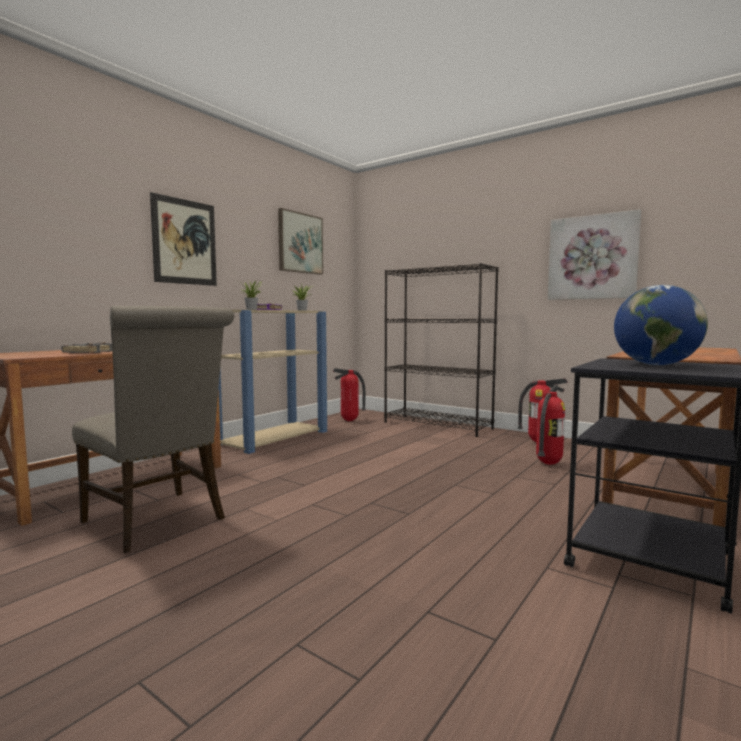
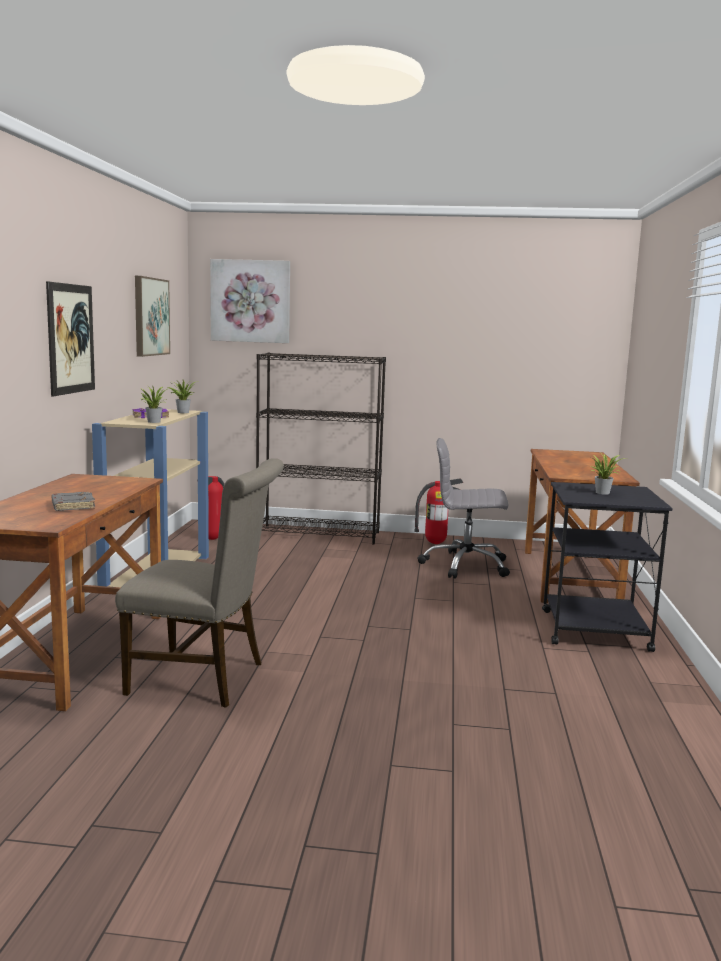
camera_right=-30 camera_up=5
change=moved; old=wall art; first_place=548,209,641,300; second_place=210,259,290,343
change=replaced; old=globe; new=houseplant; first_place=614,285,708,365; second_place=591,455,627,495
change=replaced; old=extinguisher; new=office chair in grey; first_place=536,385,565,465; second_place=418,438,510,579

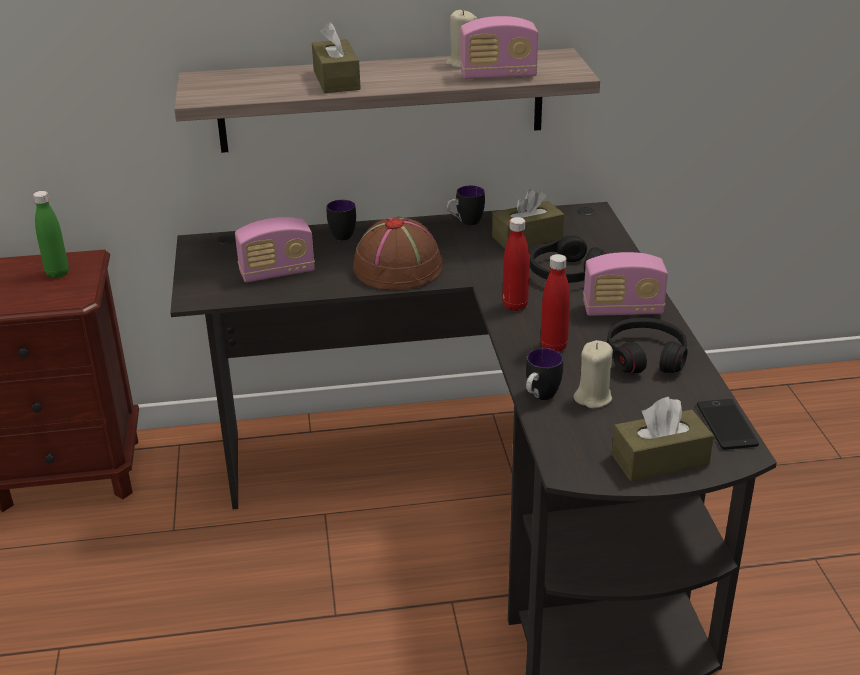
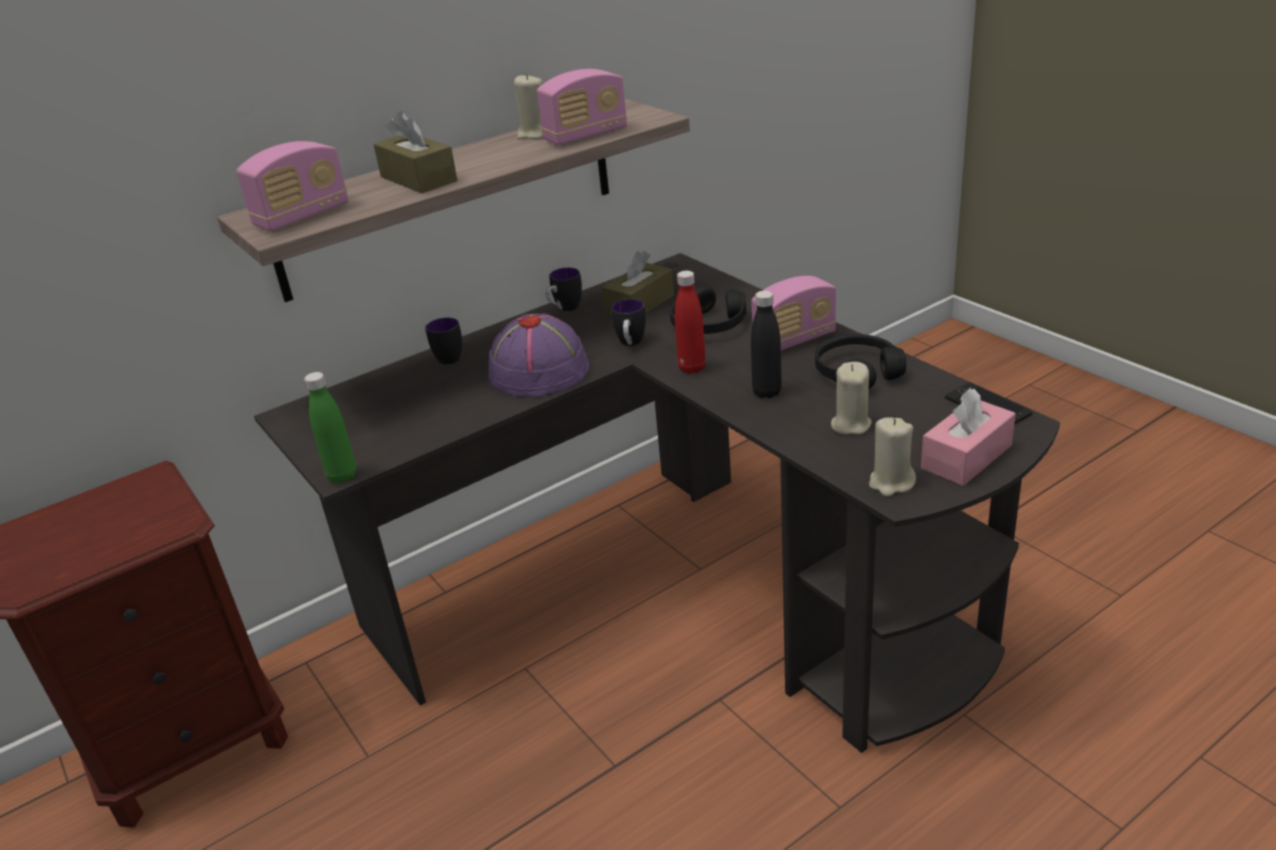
camera_right=-25 camera_up=0
change=moved; old=drink bottle in greenish; first_place=33,191,69,278; second_place=304,372,356,483
change=recoloured; old=hat in brown; new=hat in purple; first_place=353,216,443,290; second_place=488,314,589,397
change=moved; old=radio receiver; first_place=235,217,315,282; second_place=236,141,349,231
change=recoloured; old=drink bottle in red; new=drink bottle in blackish; first_place=540,254,570,352; second_place=751,290,782,398
change=moved; old=tea mug; first_place=526,348,563,400; second_place=611,299,646,346
change=recoloured; old=box of tissues in brown; new=box of tissues in pinkish; first_place=612,397,714,481; second_place=921,388,1016,486
change=added; new=wax candle in sand-coloured; second_place=869,417,916,497

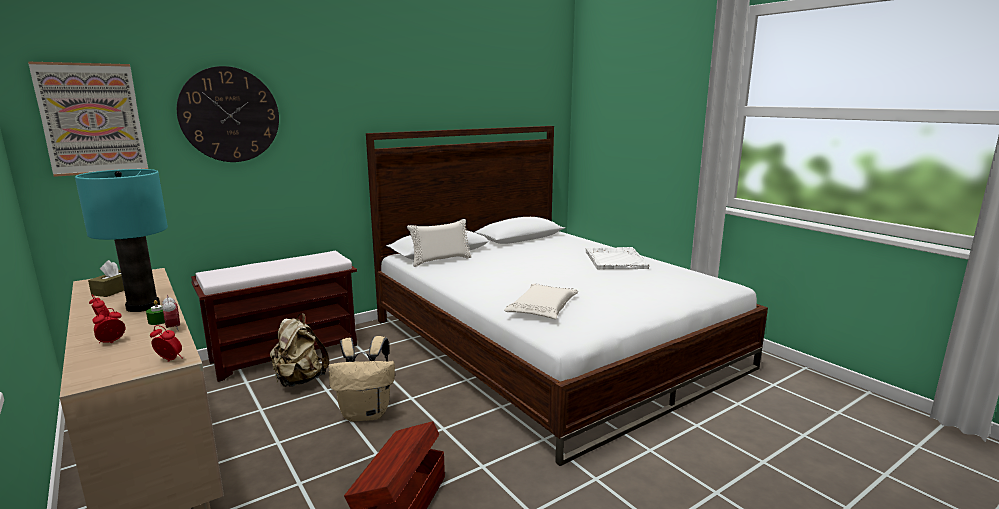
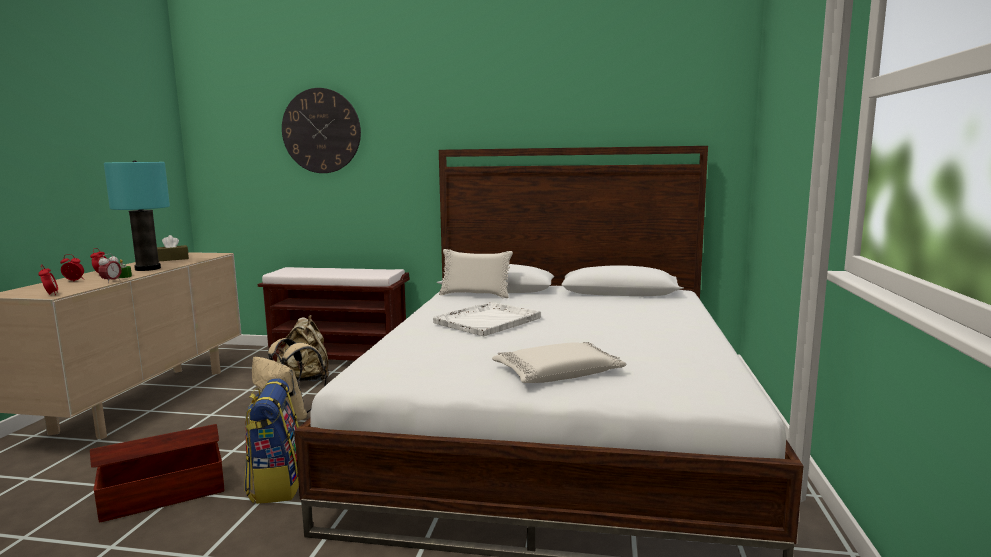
camera_right=45 camera_up=-5
change=removed; old=wall art; first_place=28,62,148,177
change=moved; old=serving tray in whitish; first_place=586,247,649,269; second_place=433,302,541,336
change=moved; old=cushion in whitish; first_place=504,283,578,319; second_place=492,342,627,383
change=added; new=knapsack; second_place=244,378,299,504

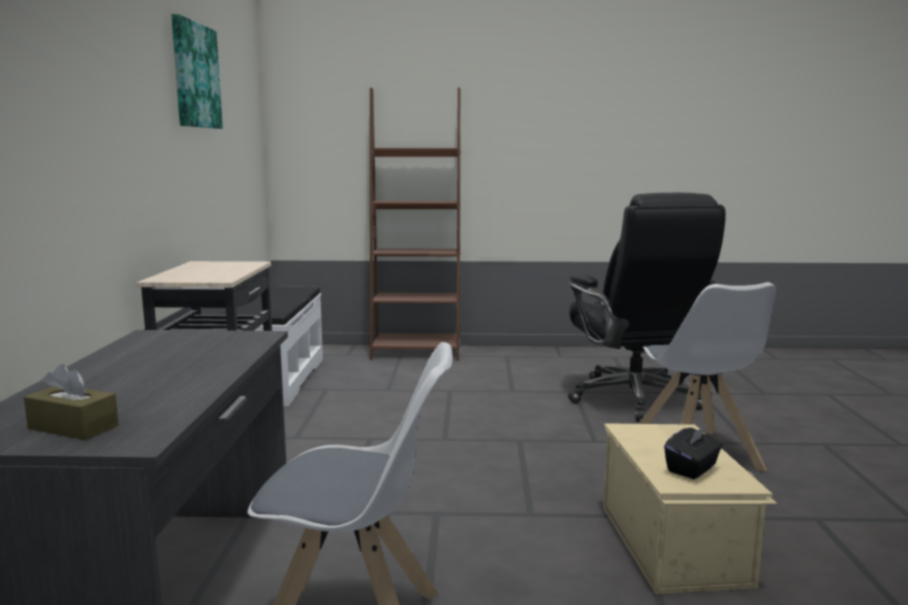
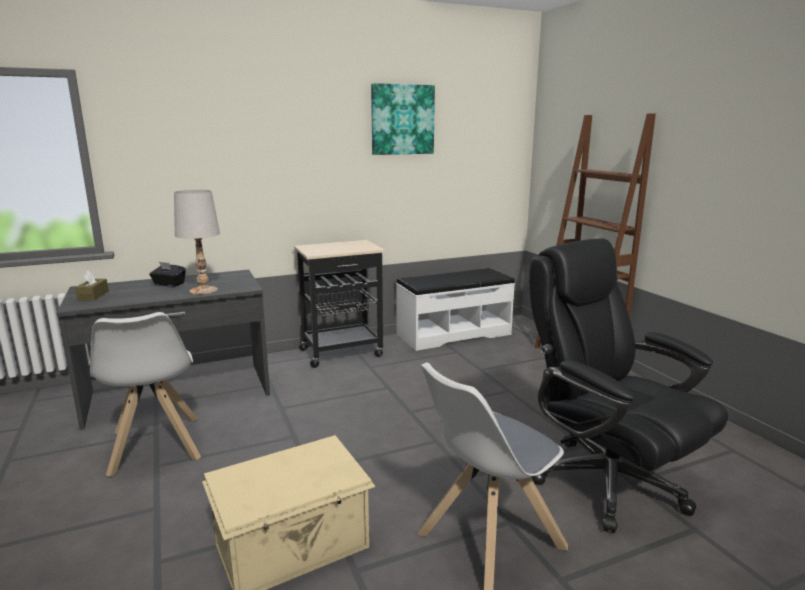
camera_right=65 camera_up=5
change=turned; old=office chair in blackish; first_place=568,193,726,422; second_place=529,239,728,533; degrees=90
change=moved; old=box of tissues in blackish; first_place=664,425,723,479; second_place=149,262,186,287
change=added; new=tabletop lamp in whitish; second_place=174,190,220,295

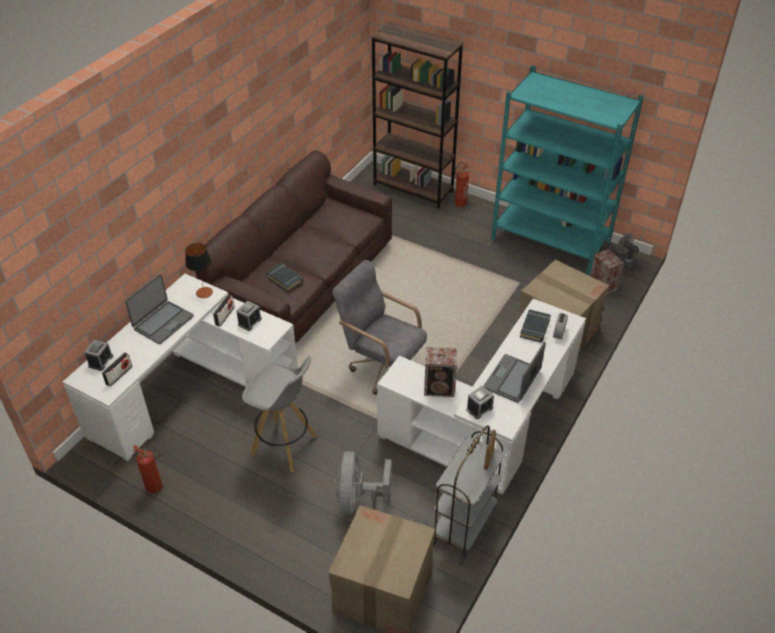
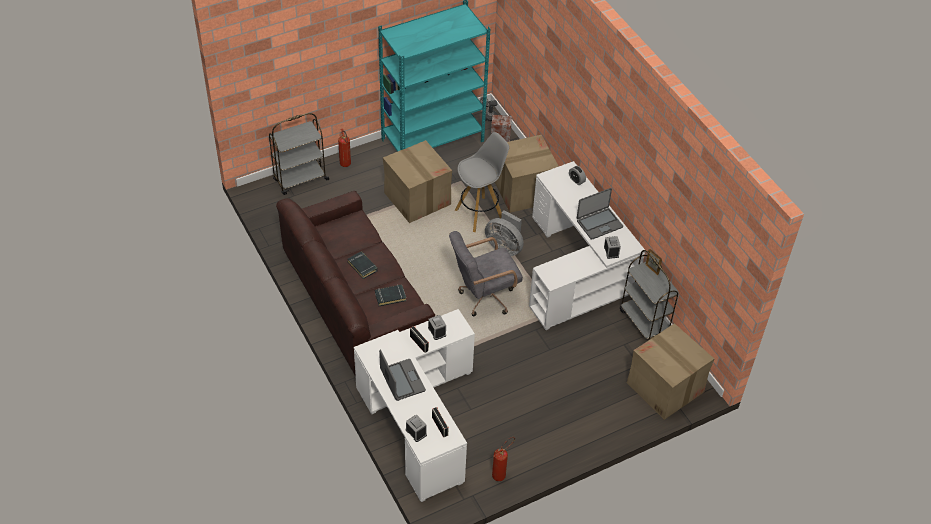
camera_right=-60 camera_up=5
change=replaced; old=bookcase in brown; new=cart in grey; first_place=371,22,464,208; second_place=269,113,329,195
change=removed; old=tabletop lamp; first_place=185,243,213,298
change=moved; old=book in blackish; first_place=520,309,551,343; second_place=347,251,378,279
change=turned; old=portable computer; first_place=483,341,546,403; second_place=577,188,623,240; degrees=-90
change=removed; old=loudspeaker; first_place=424,347,457,397
change=moved; old=stool in grey; first_place=242,356,317,472; second_place=455,132,509,232
change=moved; old=cooling fan in grey; first_place=335,451,391,515; second_place=485,210,524,256
change=added; new=carton; second_place=383,140,452,223

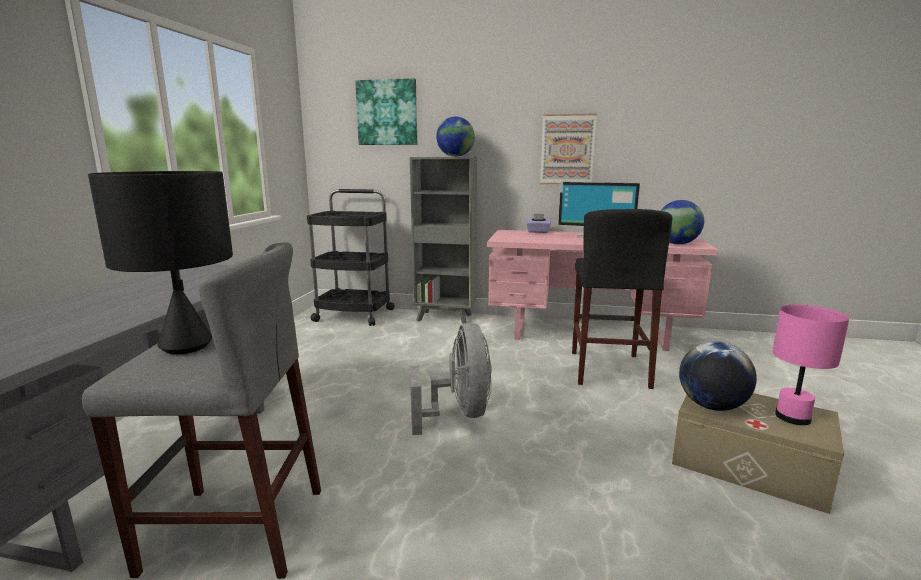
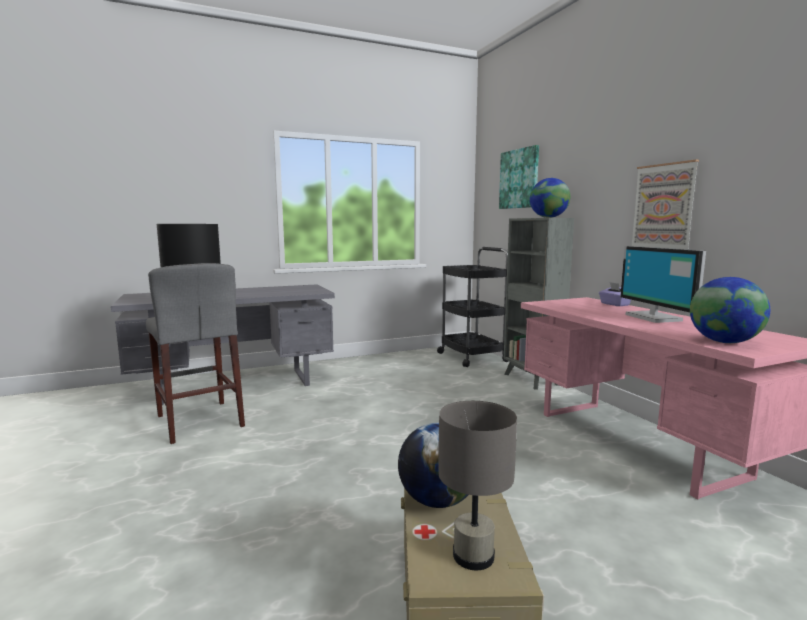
camera_right=55 camera_up=-5
change=removed; old=stool in blackish; first_place=572,209,673,389
change=recoloured; old=tabletop lamp in pinkish; new=tabletop lamp in grey; first_place=773,305,849,425; second_place=438,401,517,570
change=removed; old=cooling fan in grey; first_place=410,323,492,435

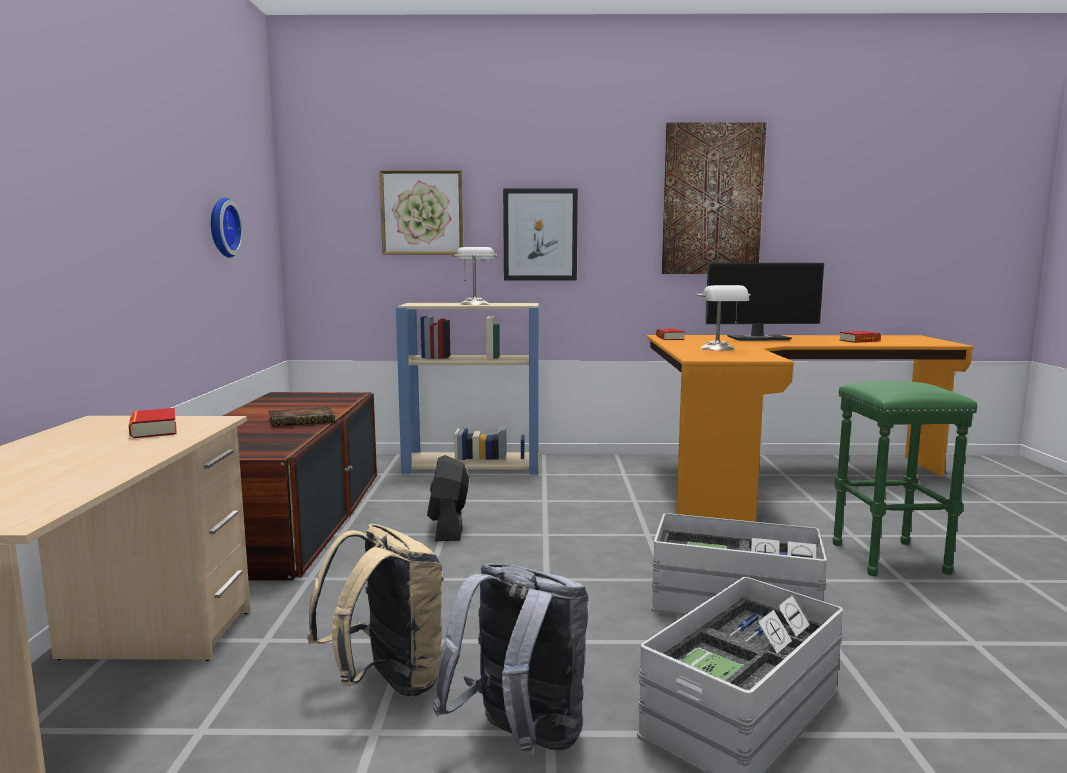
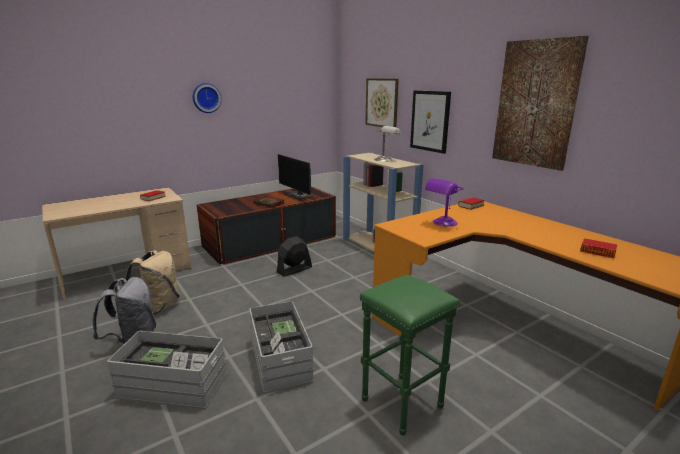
camera_right=55 camera_up=10
change=moved; old=clock on the wall; first_place=211,197,244,258; second_place=193,83,221,113
change=moved; old=computer display; first_place=706,263,824,341; second_place=278,154,313,200
change=recoloured; old=tabletop lamp in whitish; new=tabletop lamp in purple; first_place=696,285,751,351; second_place=425,178,464,227

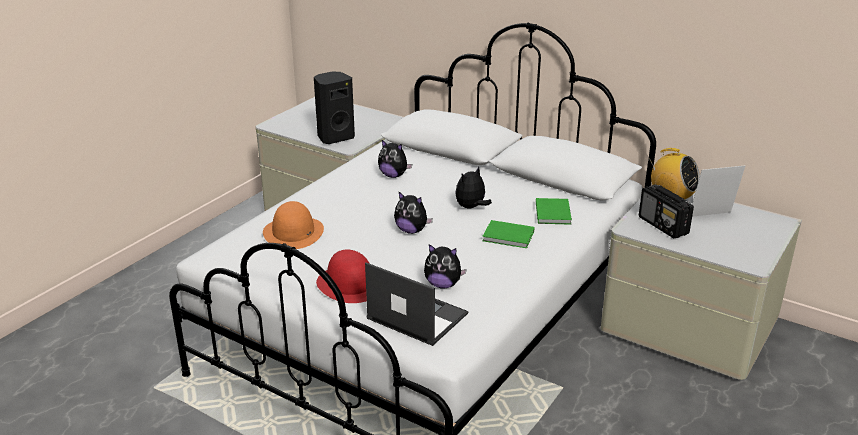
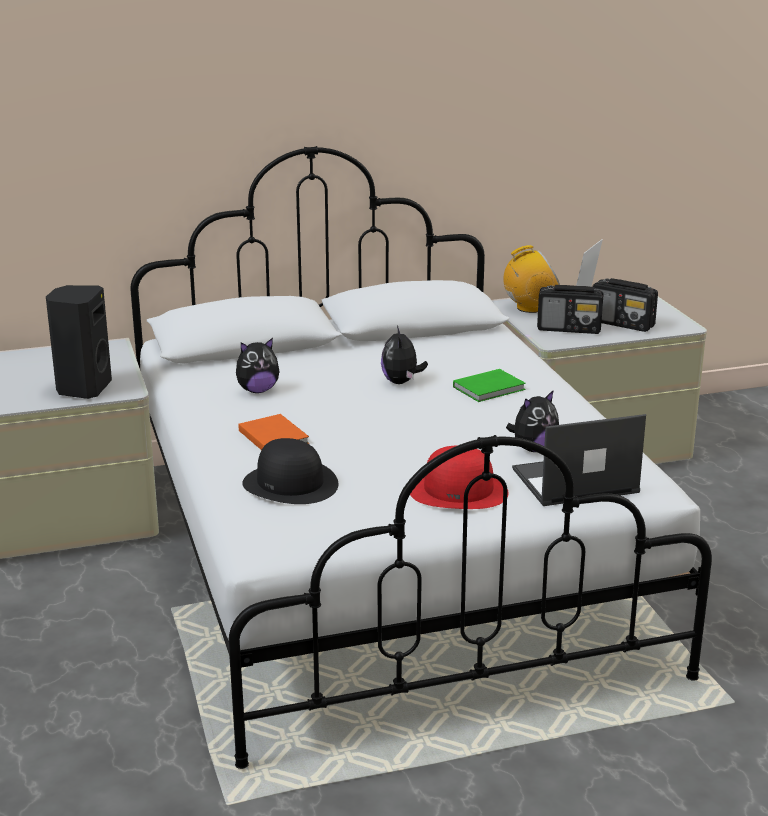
camera_right=-50 camera_up=-5
change=removed; old=cuddly toy; first_place=394,192,433,234
change=removed; old=book in greenish; first_place=536,198,572,225
change=recoloured; old=hat in orange; new=hat in blackish; first_place=263,201,324,249; second_place=242,438,338,504
change=added; new=radio receiver; second_place=592,278,658,332
change=added; new=book in orange; second_place=239,414,309,450

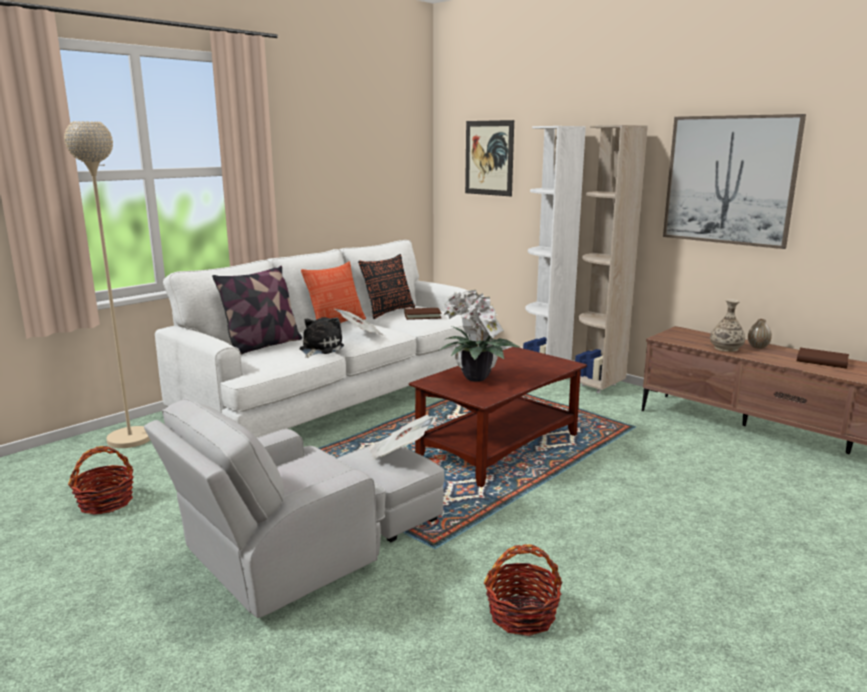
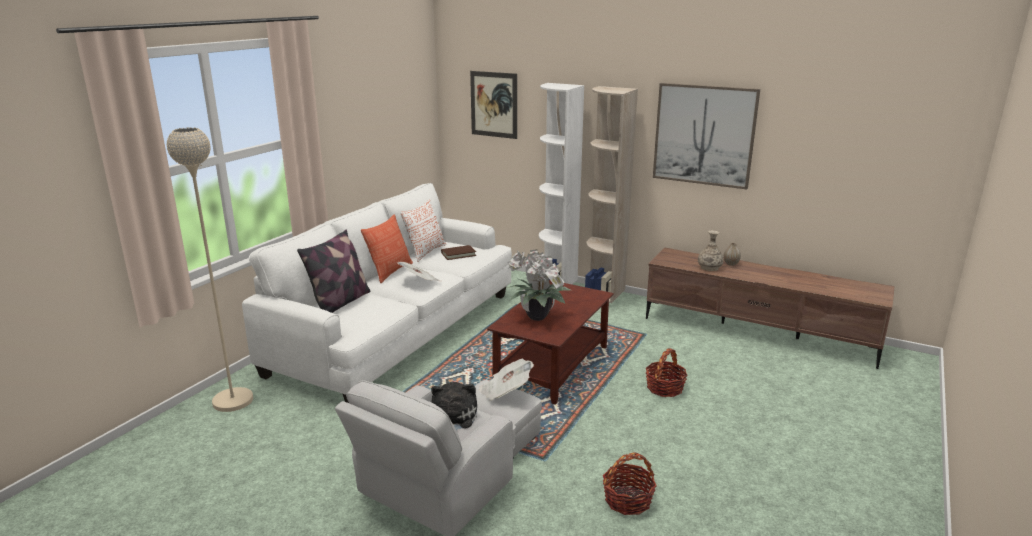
camera_right=-15 camera_up=5
change=recoloured; old=cushion in blackish; new=cushion in whitish; first_place=358,254,415,319; second_place=400,199,446,262
change=moved; old=cuddly toy; first_place=299,317,344,358; second_place=431,382,477,431
change=removed; old=book in brown; first_place=797,348,849,369
change=moved; old=storage basket; first_place=68,446,134,515; second_place=646,348,688,397

